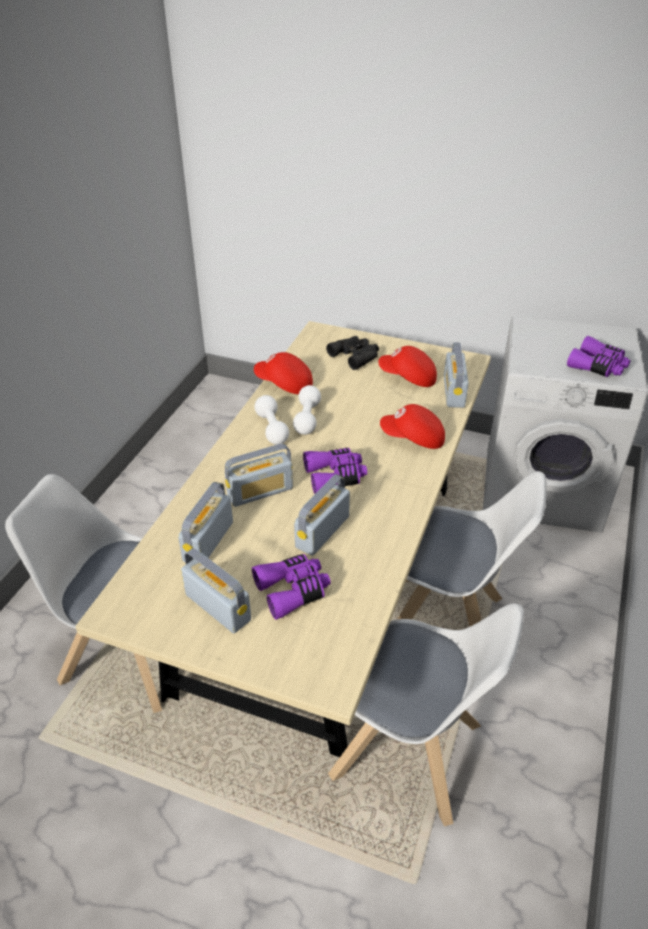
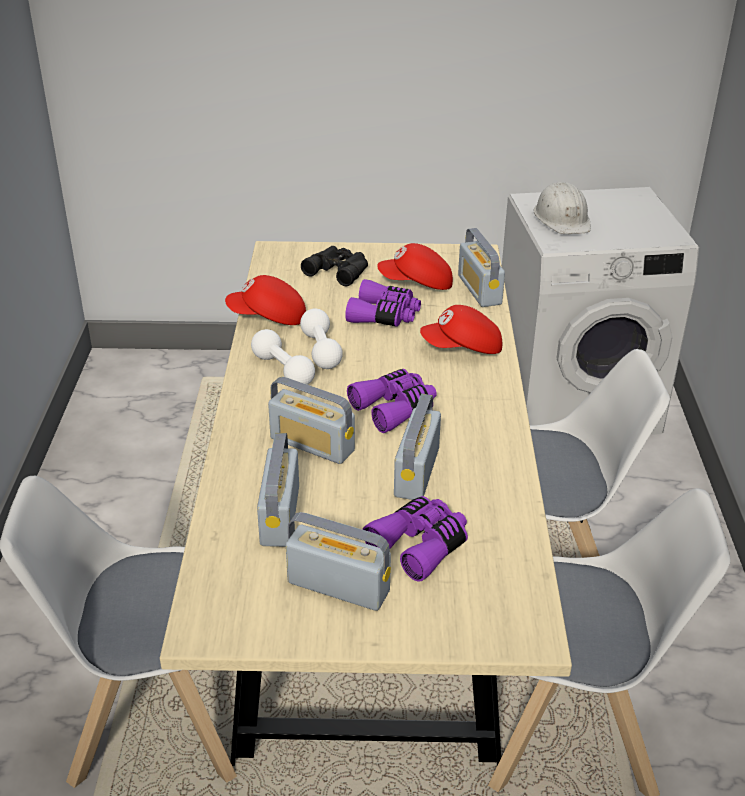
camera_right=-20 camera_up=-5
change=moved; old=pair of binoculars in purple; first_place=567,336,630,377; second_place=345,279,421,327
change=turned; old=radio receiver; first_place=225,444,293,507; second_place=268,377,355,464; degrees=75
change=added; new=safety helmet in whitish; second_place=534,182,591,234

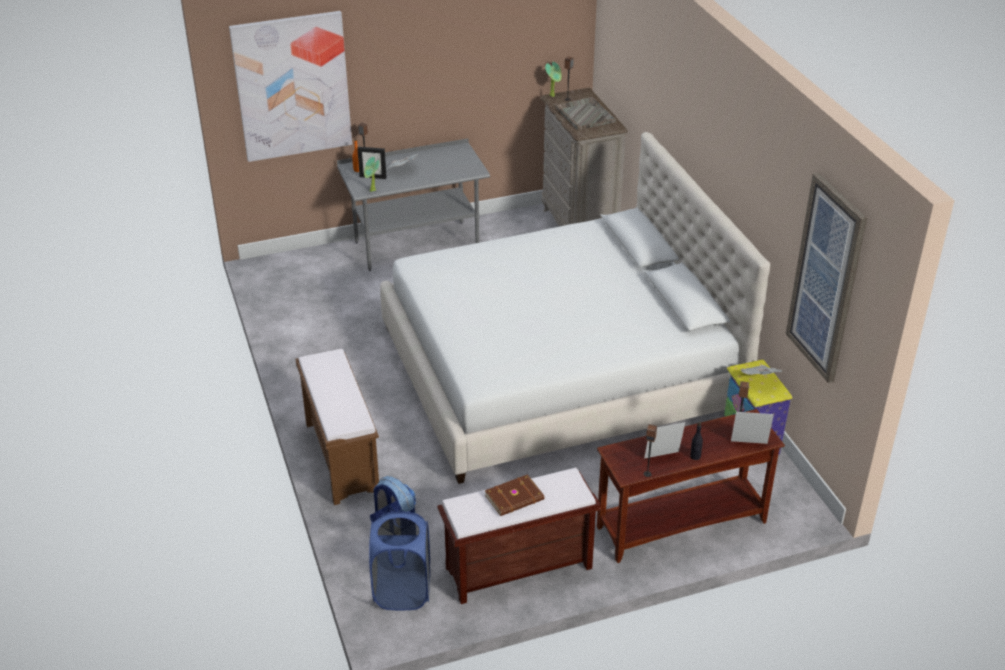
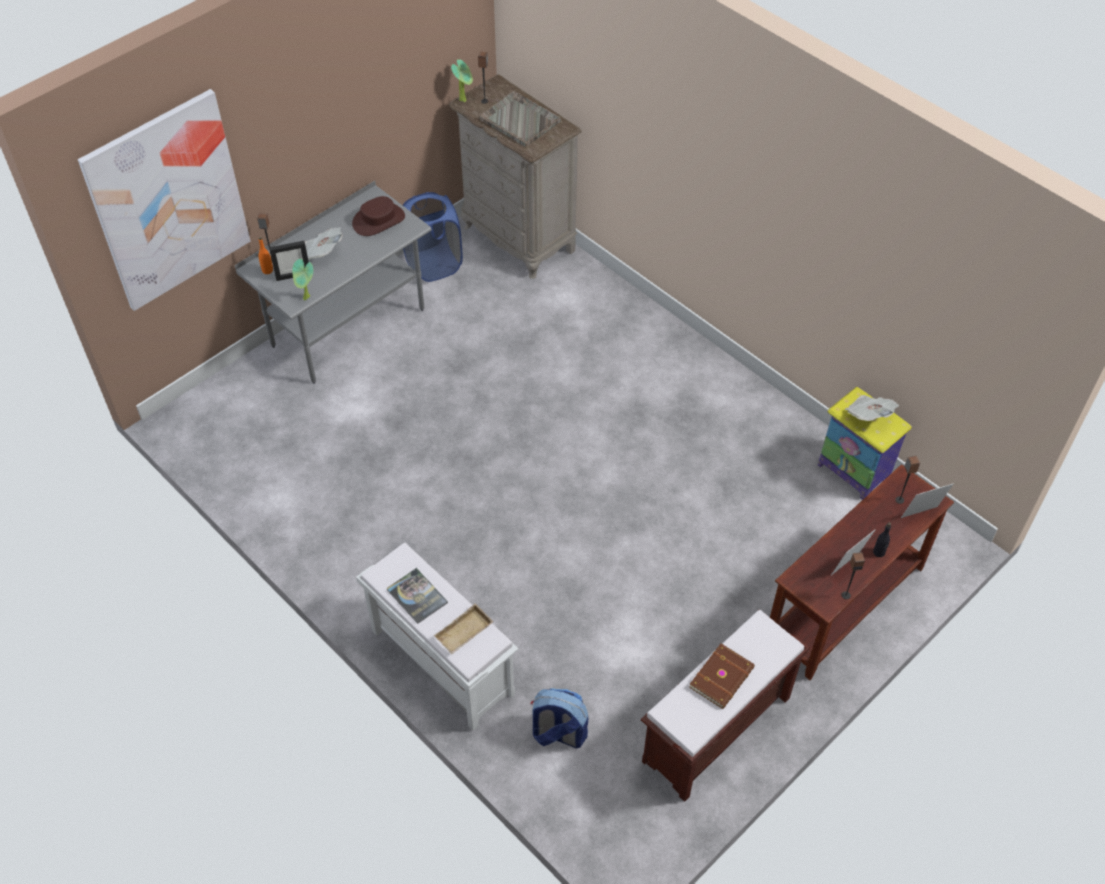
camera_right=-25 camera_up=15
change=removed; old=bedroom bed in whitish; first_place=380,132,770,484
change=removed; old=wall art; first_place=786,173,867,383
change=recoloured; old=indoor bench in brown; new=indoor bench in whitish; first_place=296,349,379,505; second_place=356,543,518,730
change=moved; old=laundry basket in blue; first_place=369,511,430,610; second_place=403,192,463,282
change=added; new=hat in brown; second_place=352,196,405,236
change=added; new=book; second_place=386,568,448,624
change=added; new=serving tray in sand-coloured; second_place=434,603,494,655

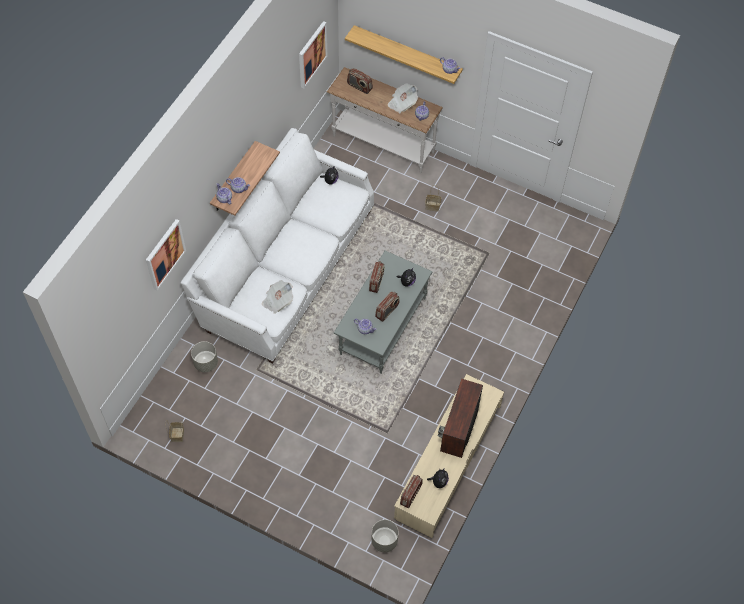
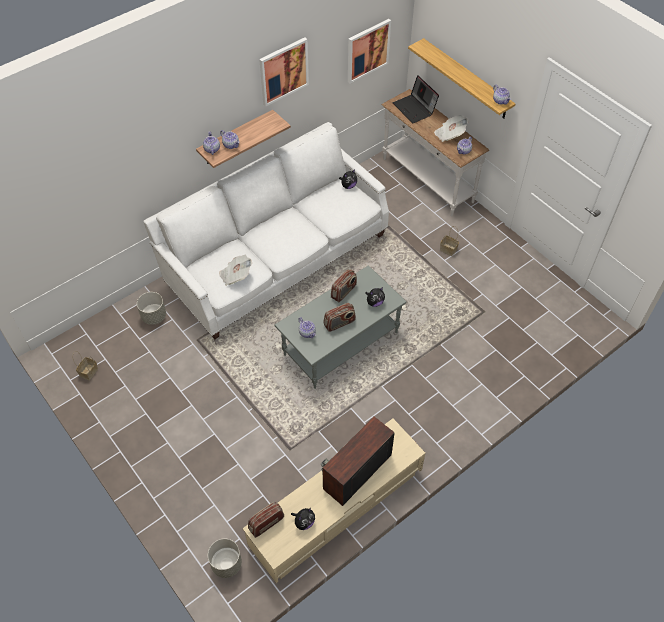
camera_right=25 camera_up=-5
change=replaced; old=radio receiver; new=portable computer; first_place=347,68,373,94; second_place=393,75,439,123
change=moved; old=wall art; first_place=146,219,186,291; second_place=259,37,309,107

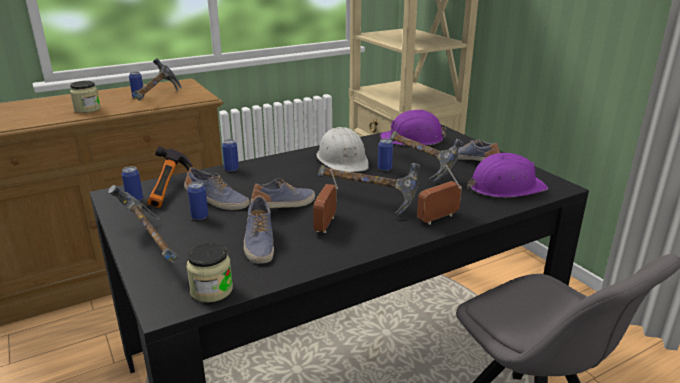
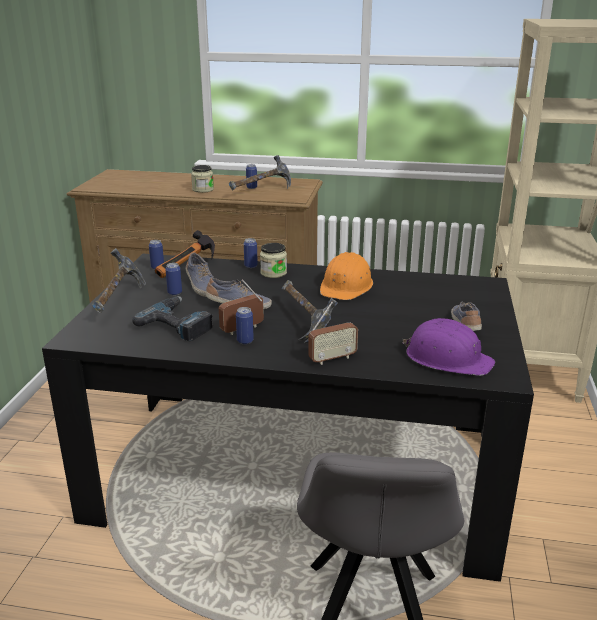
camera_right=40 camera_up=0
change=removed; old=safety helmet in purple; first_place=380,109,446,145
change=recoloured; old=safety helmet in whitish; new=safety helmet in orange; first_place=317,127,369,172; second_place=320,252,373,300
change=removed; old=hand hammer; first_place=389,131,463,183
change=moved; old=can; first_place=378,138,393,171; second_place=236,307,254,344
change=turned; old=radio receiver; first_place=417,165,462,225; second_place=308,302,358,365; degrees=150
change=replaced; old=item of footwear; new=power drill; first_place=243,196,274,264; second_place=132,296,213,341
change=moved; old=preserve jar; first_place=186,243,233,303; second_place=260,243,287,278

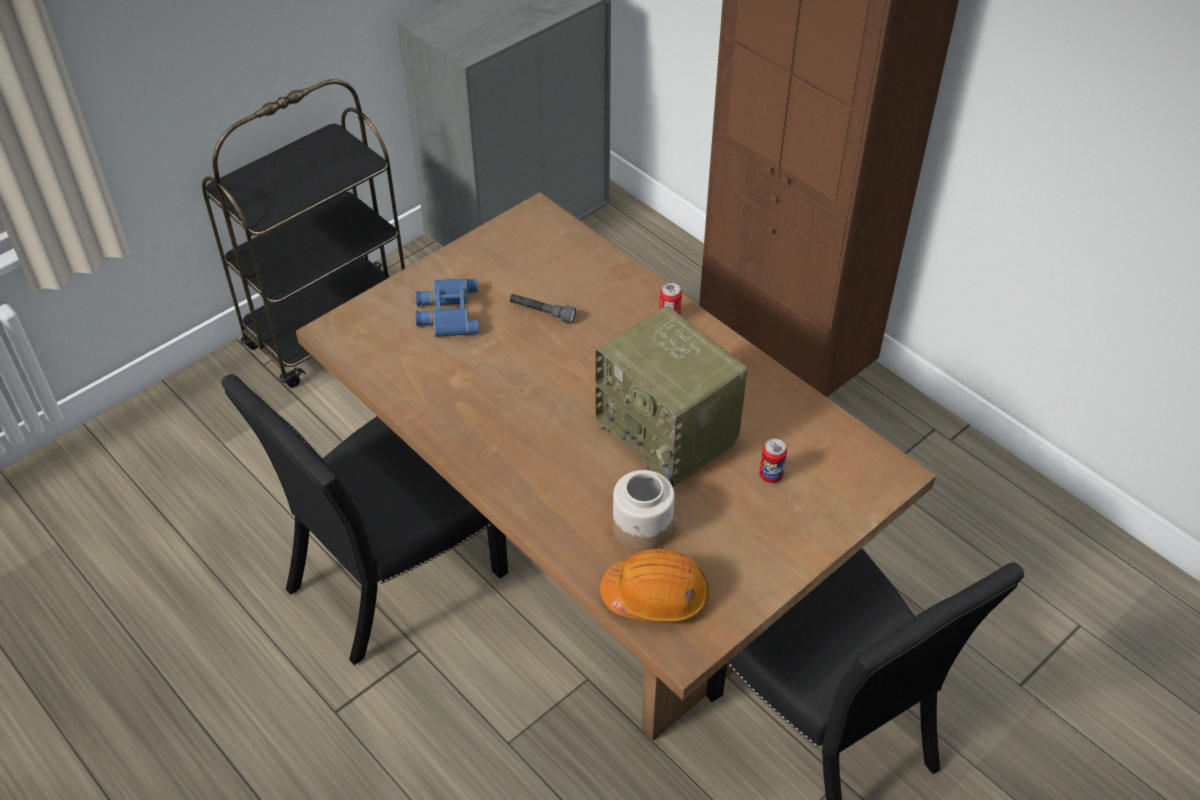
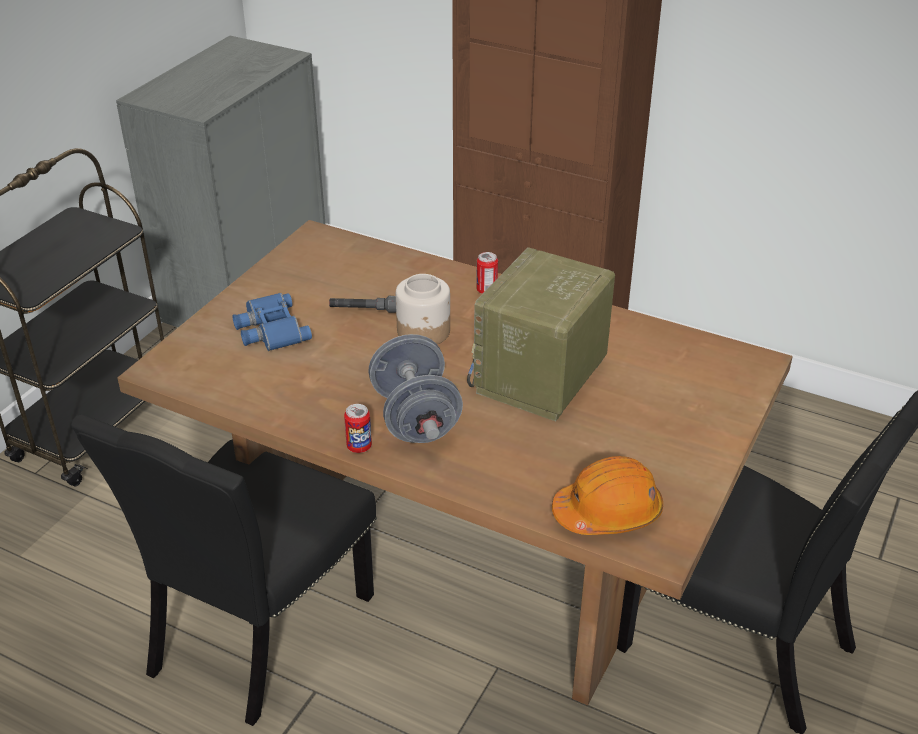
camera_right=-20 camera_up=-10
change=turned; old=radio receiver; first_place=595,306,748,488; second_place=467,247,615,421; degrees=90
change=moved; old=can; first_place=759,439,787,483; second_place=344,404,372,453
change=moved; old=preserve jar; first_place=613,470,675,551; second_place=396,274,450,344
change=added; new=hand weight in grey; second_place=368,334,463,443

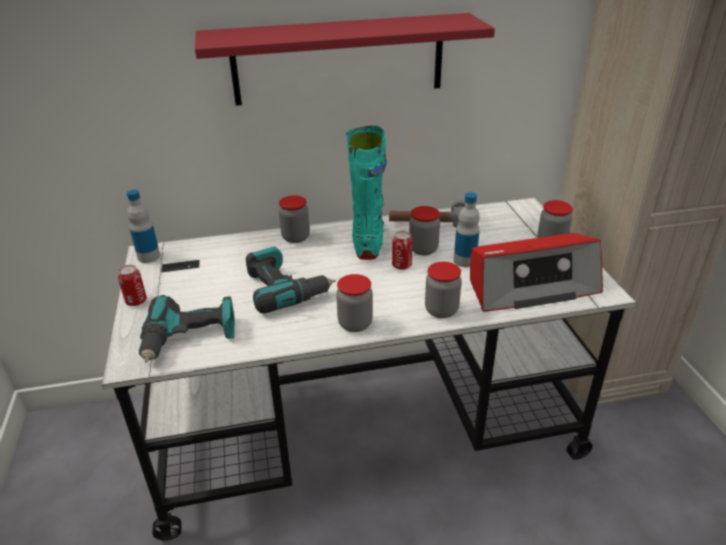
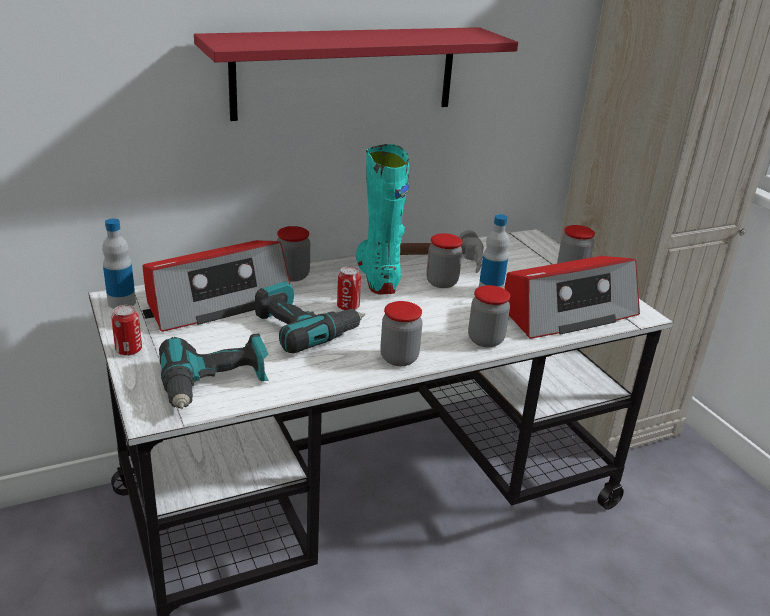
camera_right=-15 camera_up=-5
change=moved; old=can; first_place=392,231,412,270; second_place=337,266,361,310
change=added; new=radio receiver; second_place=142,240,290,332

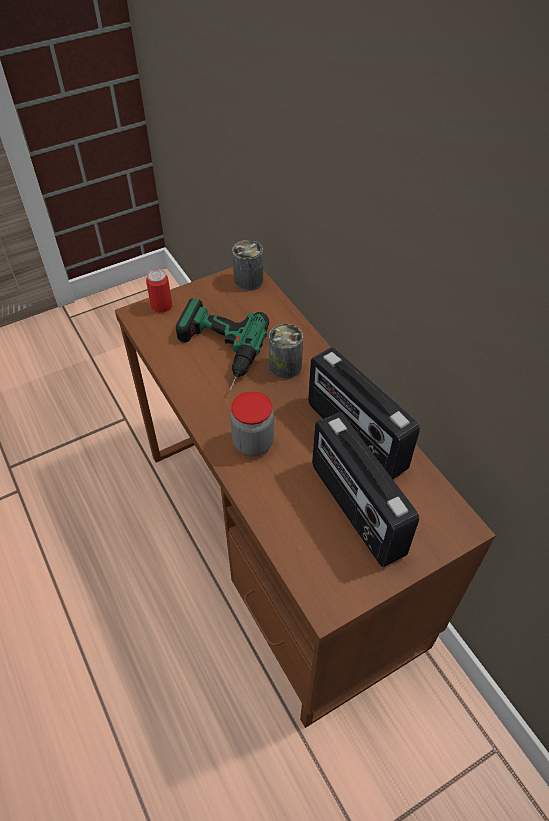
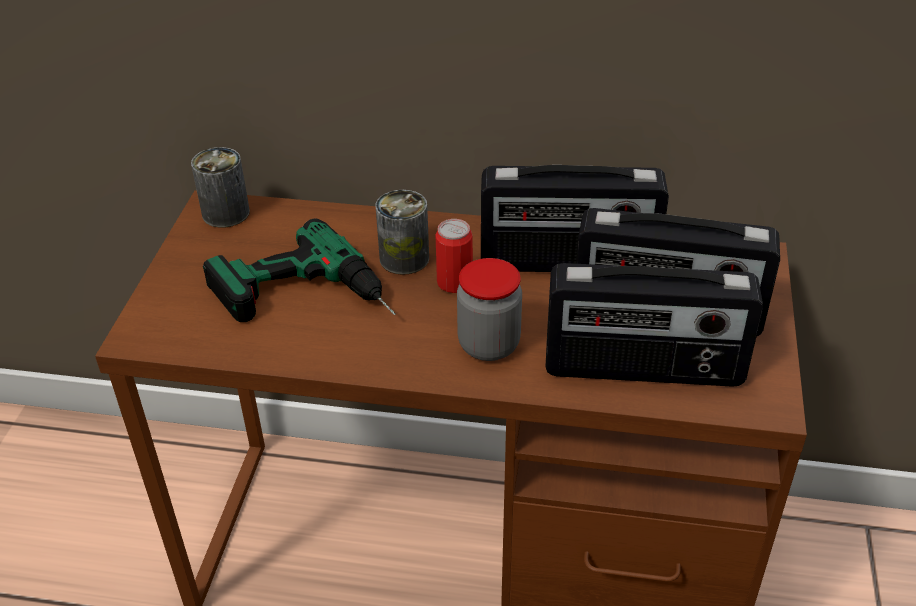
camera_right=-50 camera_up=-10
change=moved; old=can; first_place=146,269,172,313; second_place=436,219,473,293
change=added; new=radio receiver; second_place=545,263,763,387

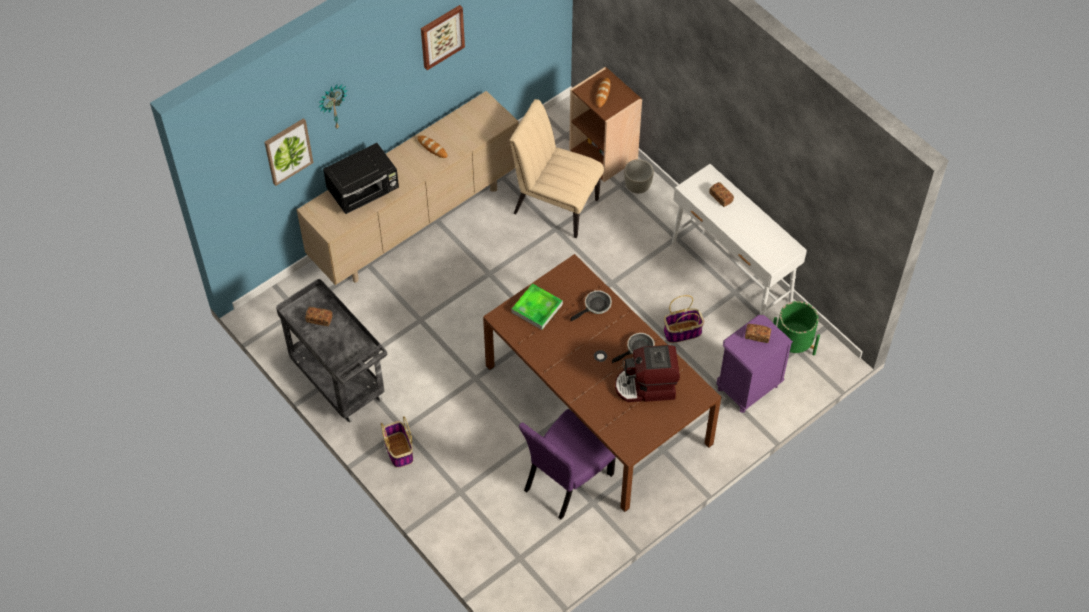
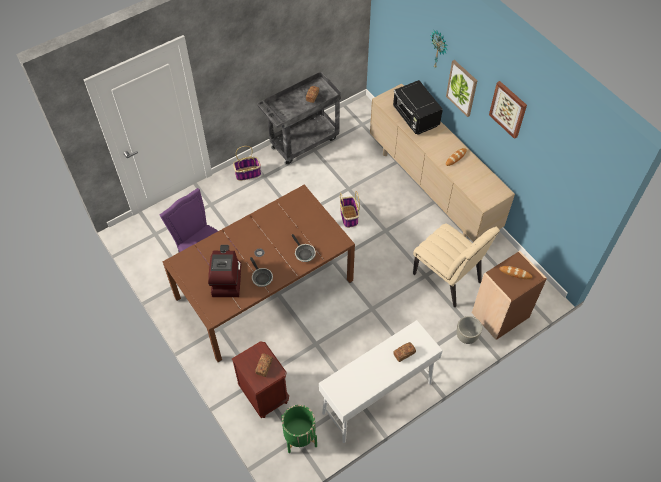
camera_right=95 camera_up=0
change=turned; old=upright chair in sand-coloured; first_place=509,99,604,238; second_place=413,223,500,307; degrees=105
change=moved; old=wall art; first_place=264,118,313,186; second_place=446,60,477,117
change=removed; old=serving tray; first_place=512,283,563,330
change=moved; old=storage basket; first_place=664,295,704,343; second_place=340,191,360,228
change=recoloured; old=night table in purple; new=night table in brown; first_place=717,315,793,413; second_place=232,341,289,418

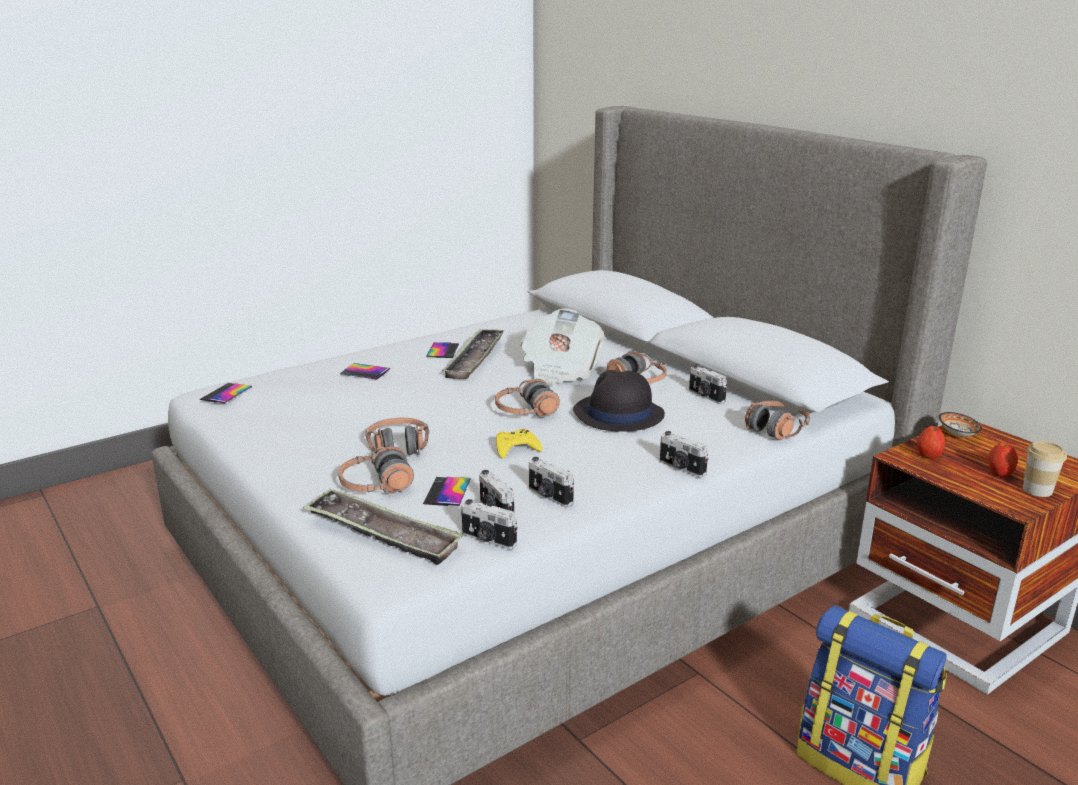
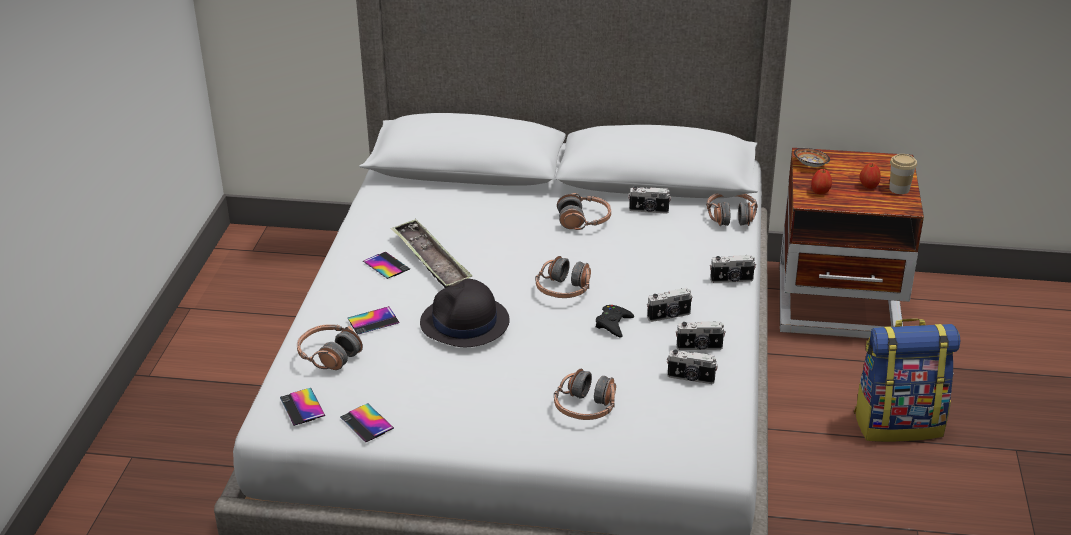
camera_right=-45 camera_up=10
change=removed; old=newspaper; first_place=521,308,605,385
change=moved; old=hat in blackish; first_place=573,370,665,432; second_place=420,279,510,347
change=moved; old=pair of headphones; first_place=365,417,429,455; second_place=297,324,363,370
change=recoloured; old=joypad in yellow; new=joypad in blackish; first_place=496,429,542,459; second_place=596,305,634,338
change=moved; old=phone; first_place=423,477,471,506; second_place=340,403,394,442
change=removed; old=serving tray; first_place=303,489,464,565
change=moved; old=still camera; first_place=461,499,518,549; second_place=647,288,693,322

